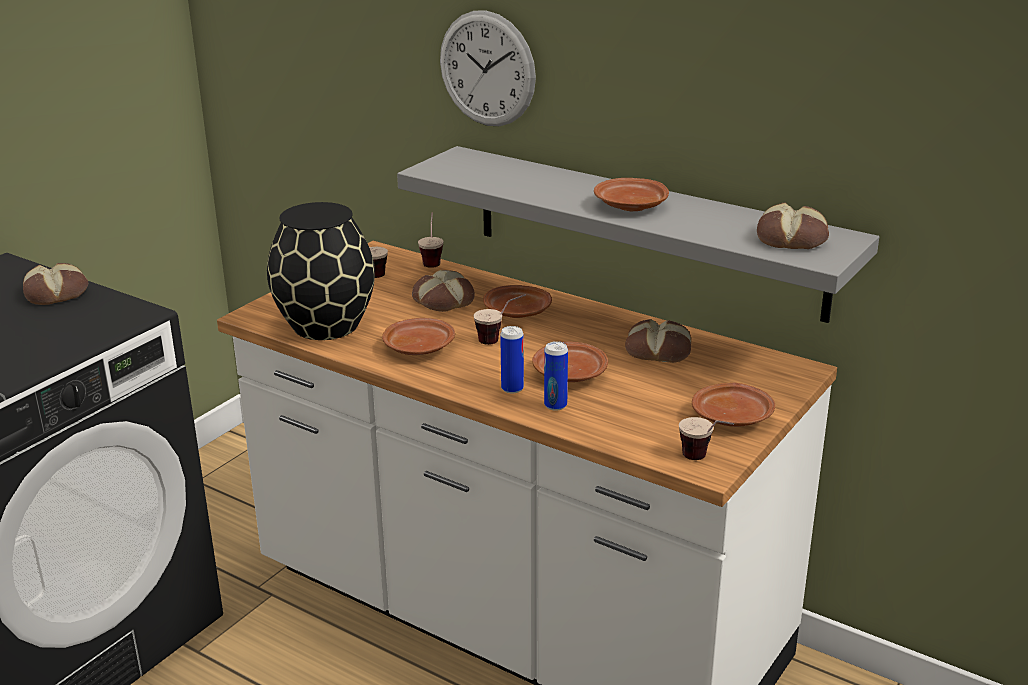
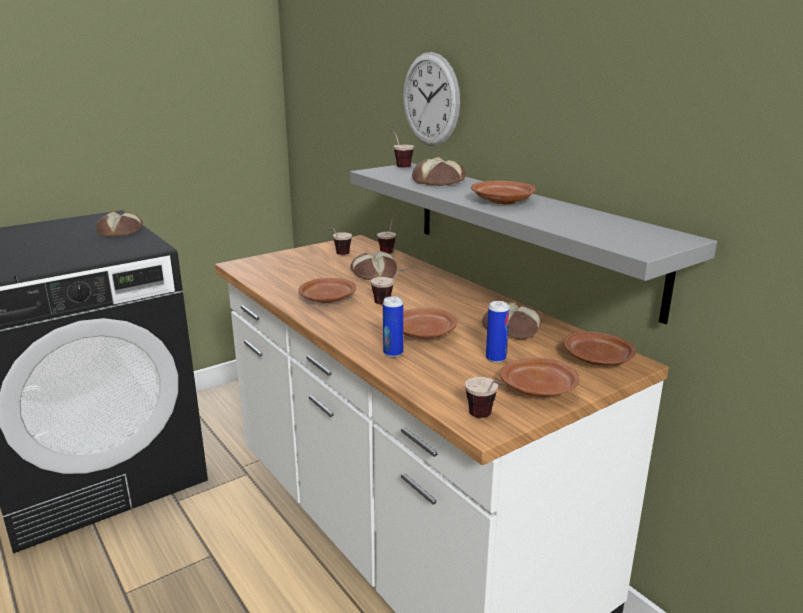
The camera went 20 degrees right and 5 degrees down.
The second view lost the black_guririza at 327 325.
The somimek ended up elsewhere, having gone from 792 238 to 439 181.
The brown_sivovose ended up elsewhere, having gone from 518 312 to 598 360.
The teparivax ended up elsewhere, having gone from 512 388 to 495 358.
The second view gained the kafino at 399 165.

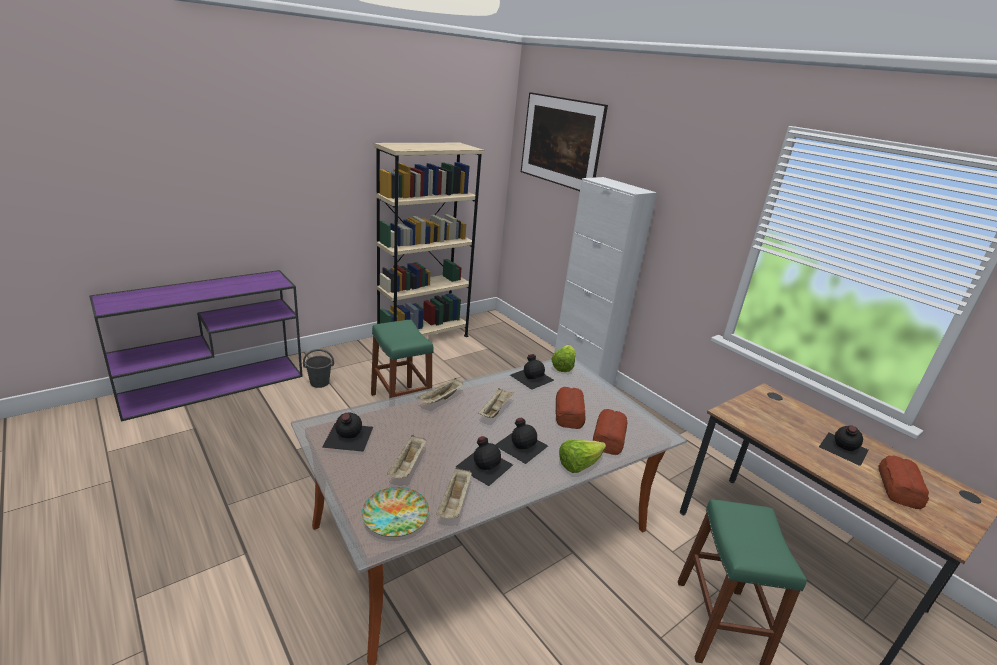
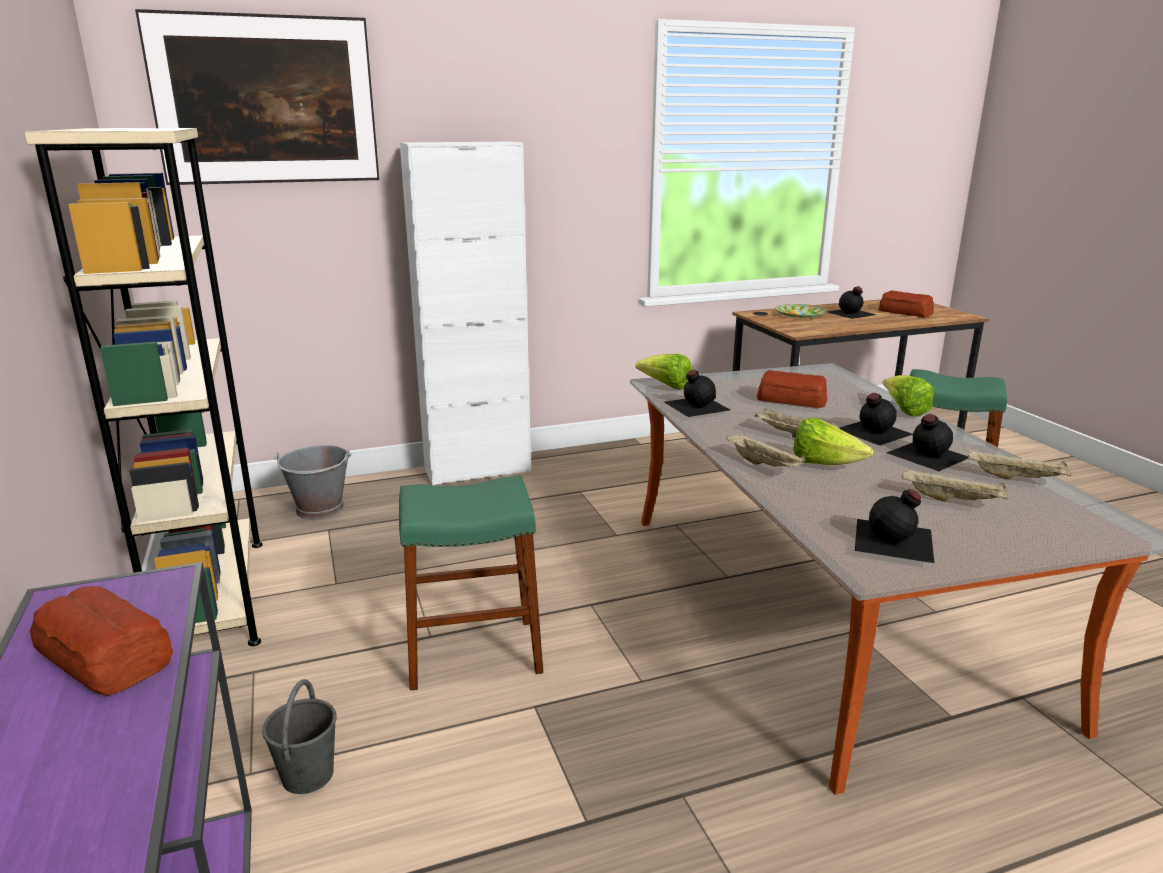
The camera went 70 degrees left and 5 degrees down.
The somimek ended up elsewhere, having gone from 608 438 to 105 657.
The sivovose ended up elsewhere, having gone from 395 516 to 800 314.
The second view gained the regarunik at 824 464.
The second view gained the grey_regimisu at 321 509.

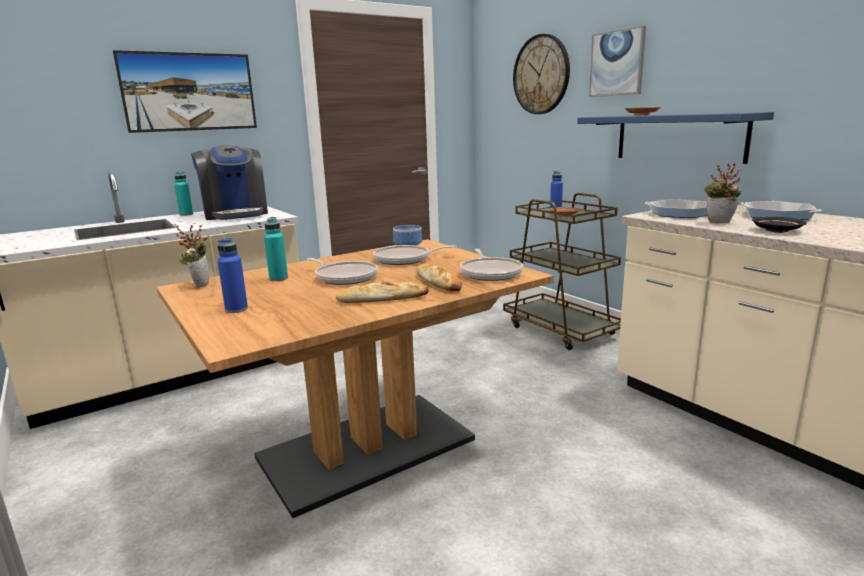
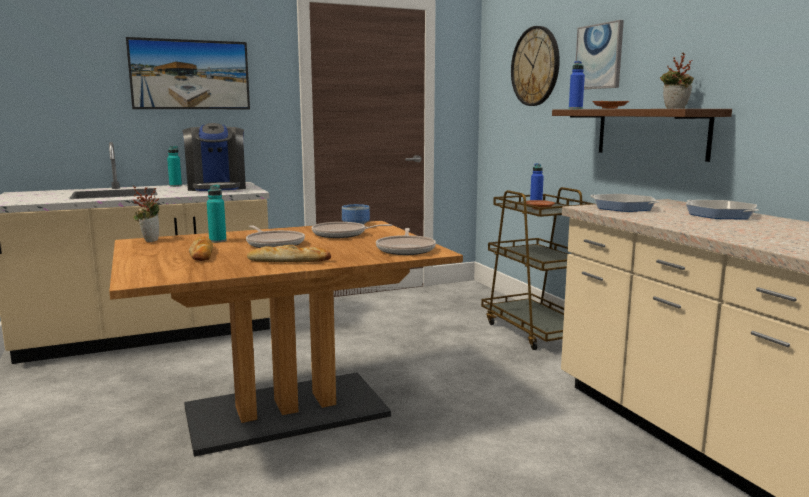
The camera went 10 degrees right and 5 degrees down.
What was the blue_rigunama at 679 137 turned into the brown_rigunama at 651 133.
The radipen ended up elsewhere, having gone from 719 222 to 674 108.
The second view lost the black_sivovose at 776 230.
The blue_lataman ended up elsewhere, having gone from 236 309 to 575 109.
The somimek ended up elsewhere, having gone from 438 282 to 202 253.

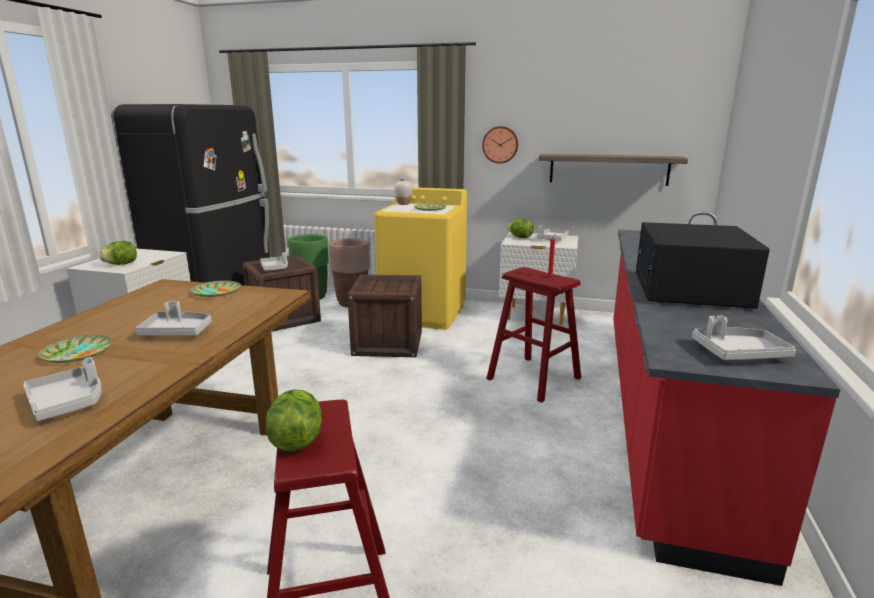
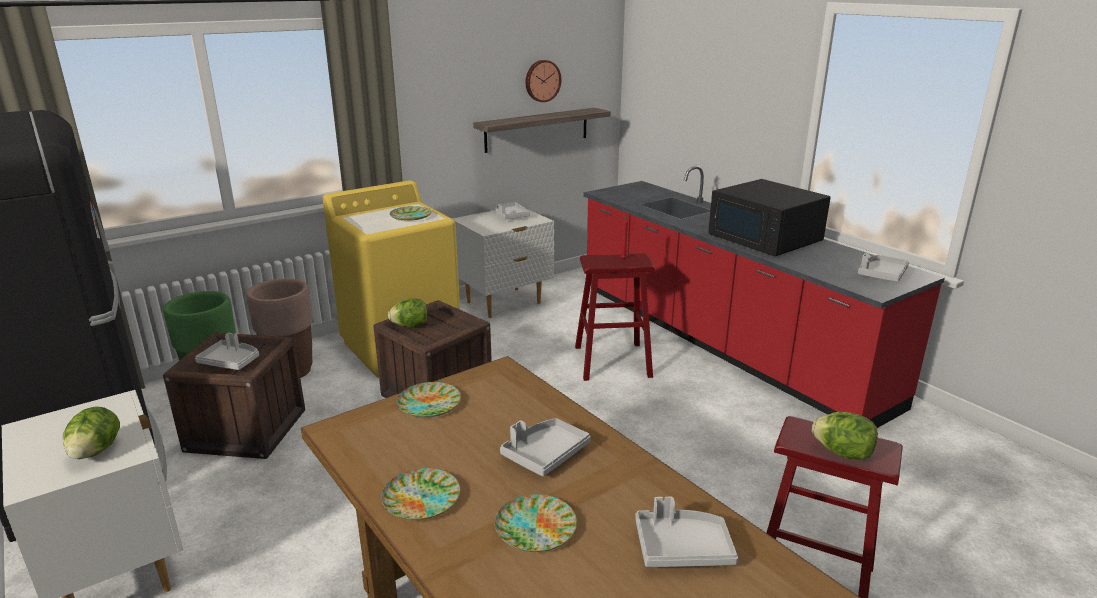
The camera went 50 degrees left and 5 degrees up.
The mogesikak ended up elsewhere, having gone from 500 144 to 542 81.
The second view lost the white_guririza at 403 204.
The regarunik ended up elsewhere, having gone from 520 237 to 410 326.
The second view gained the sivovose at 422 498.

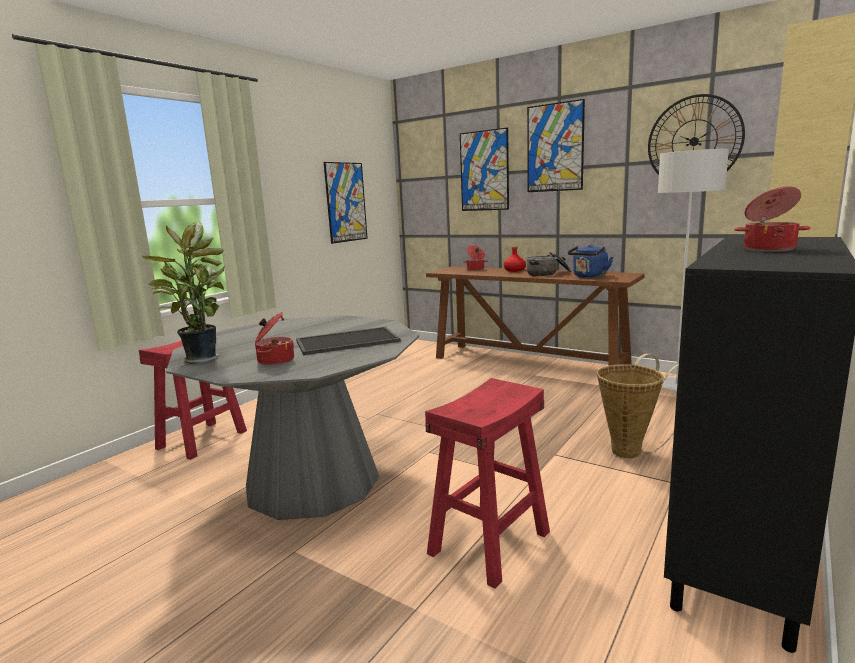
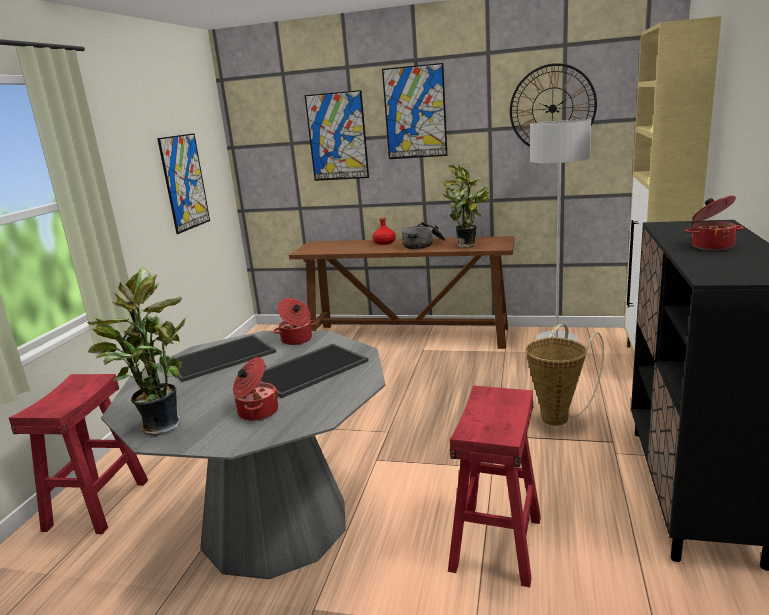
The camera went 20 degrees left and 5 degrees up.
Where the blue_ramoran stood at 589 277, the radipen came to stand at 468 246.
The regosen ended up elsewhere, having gone from 475 269 to 297 340.
The second view gained the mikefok at 221 357.

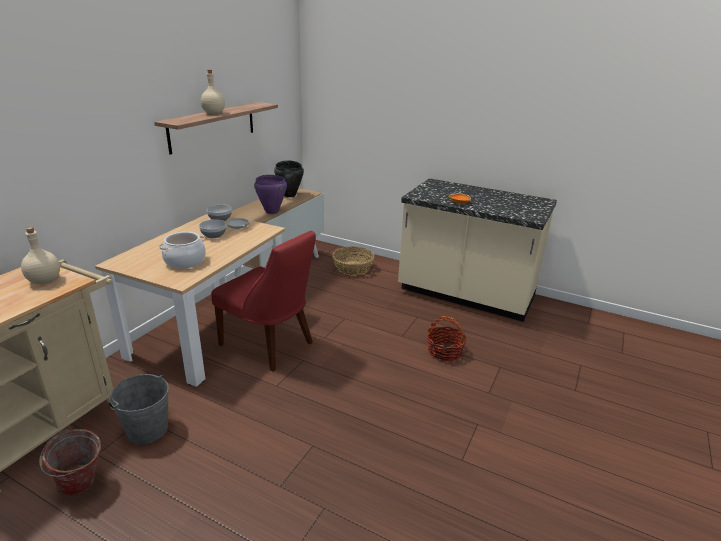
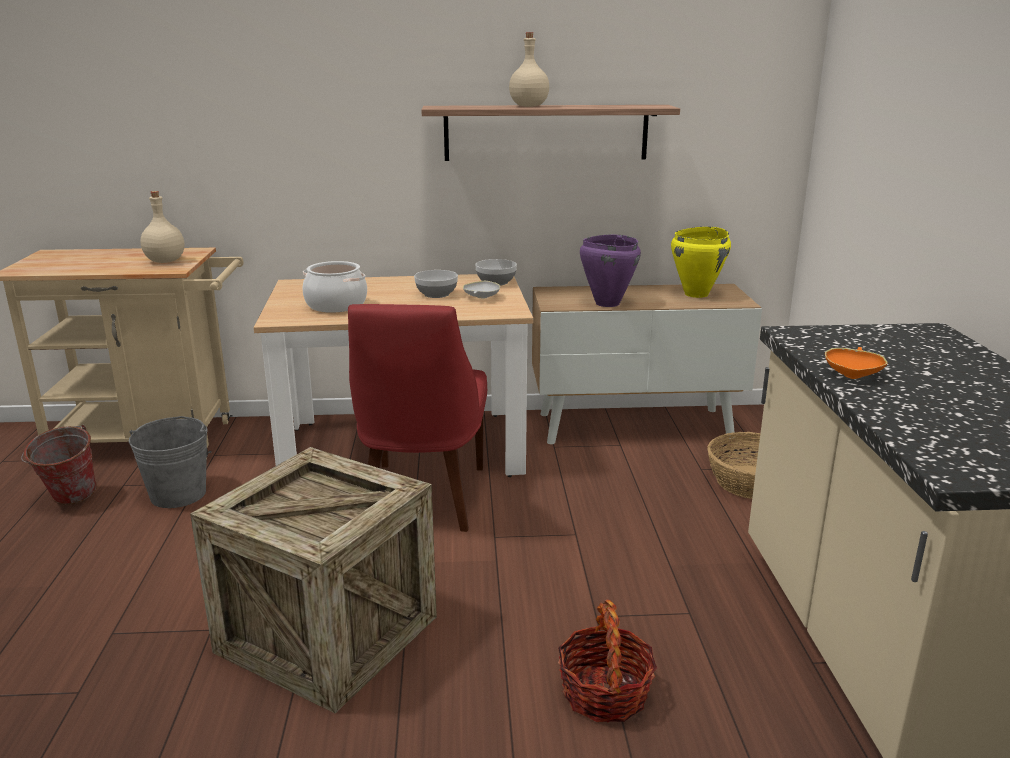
The camera went 60 degrees right and 5 degrees down.
What was the black_regosen at 290 195 turned into the yellow_regosen at 697 294.
The second view gained the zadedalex at 327 634.

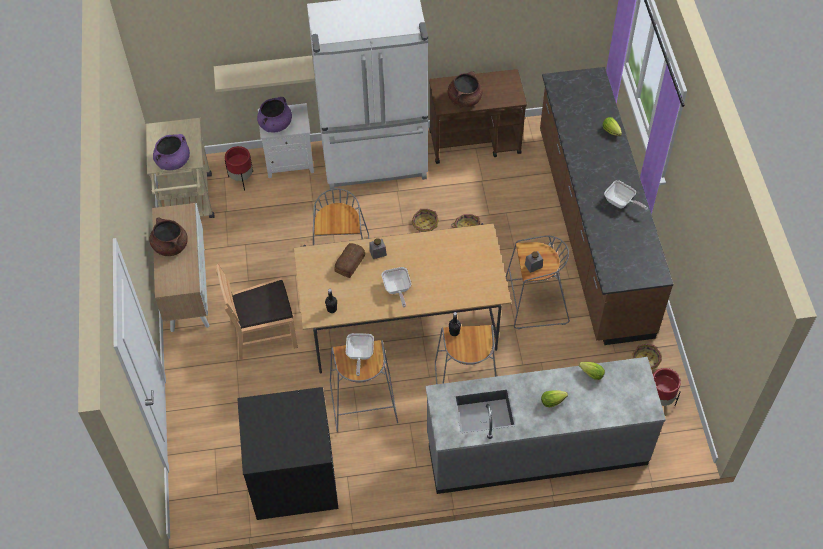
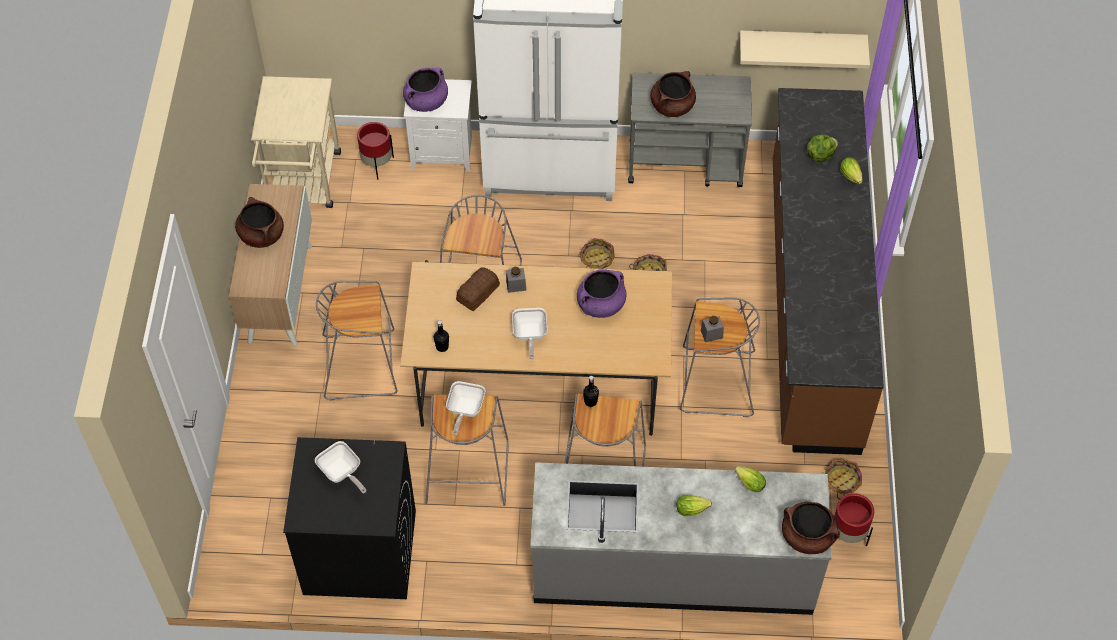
The camera went 10 degrees right and 0 degrees up.
The beige_rigunama ended up elsewhere, having gone from 264 69 to 802 43.
What was the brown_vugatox at 475 142 turned into the grey_vugatox at 686 163.
The purple_regosen ended up elsewhere, having gone from 173 162 to 601 305.
The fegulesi ended up elsewhere, having gone from 621 203 to 342 473.
Where the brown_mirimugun stood at 263 333, the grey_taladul came to stand at 362 364.
The second view gained the regarunik at 820 155.
The second view gained the brown_regosen at 808 536.

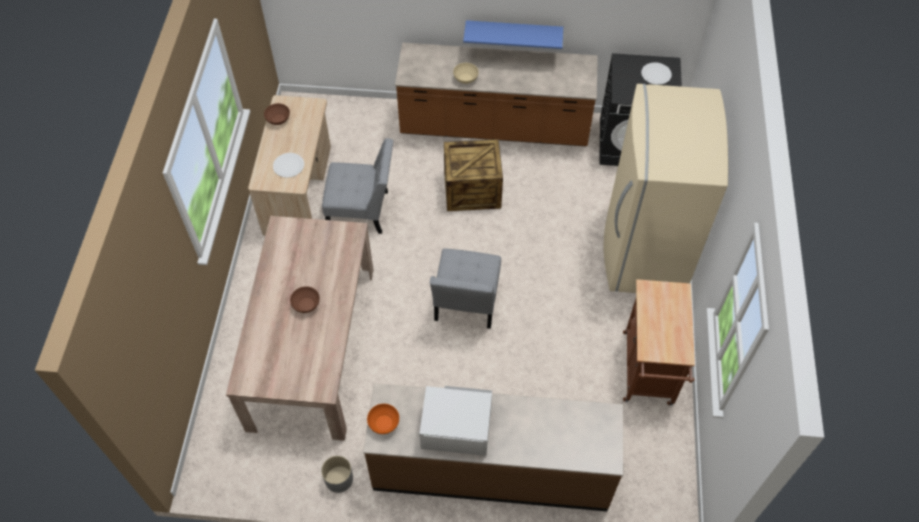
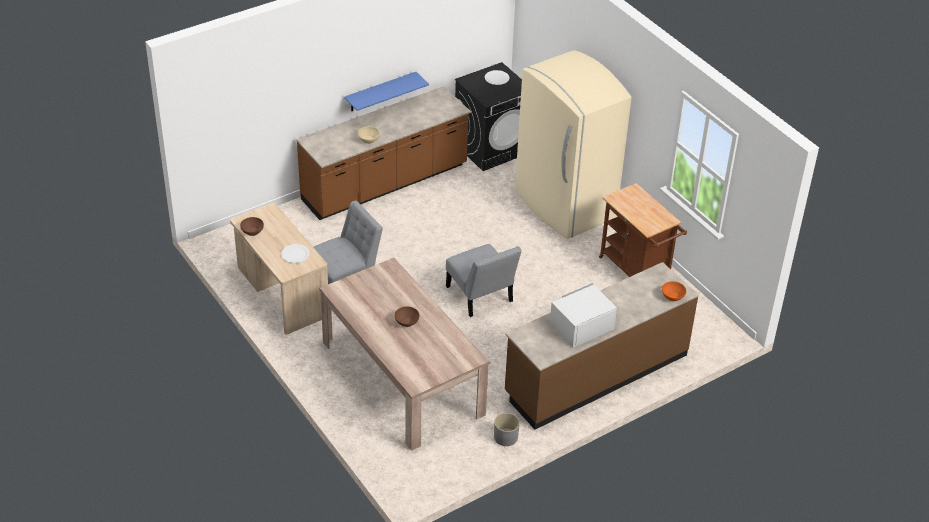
The camera went 40 degrees left and 15 degrees down.
The second view lost the zadedalex at 472 189.
The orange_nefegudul ended up elsewhere, having gone from 384 423 to 672 296.

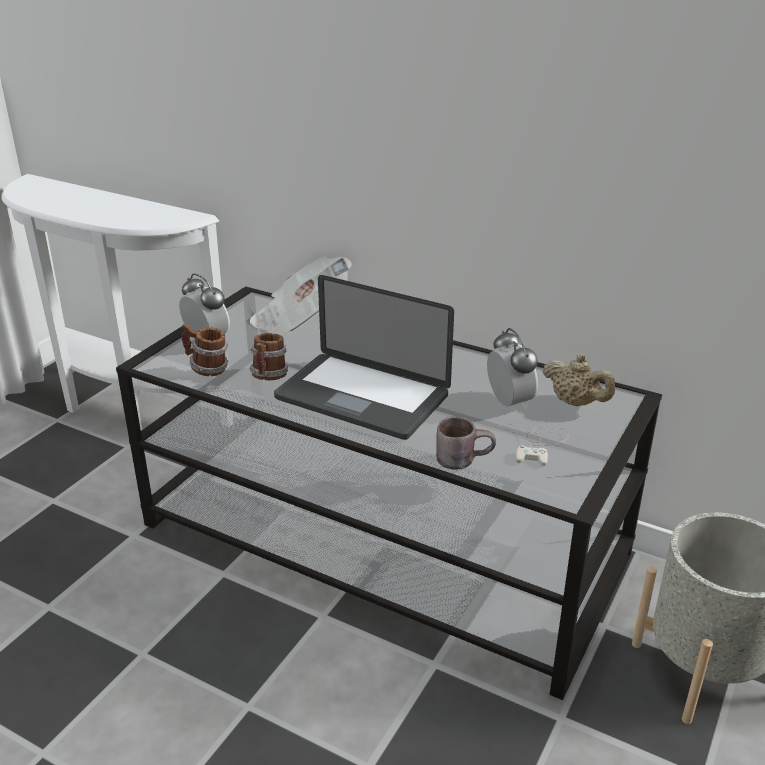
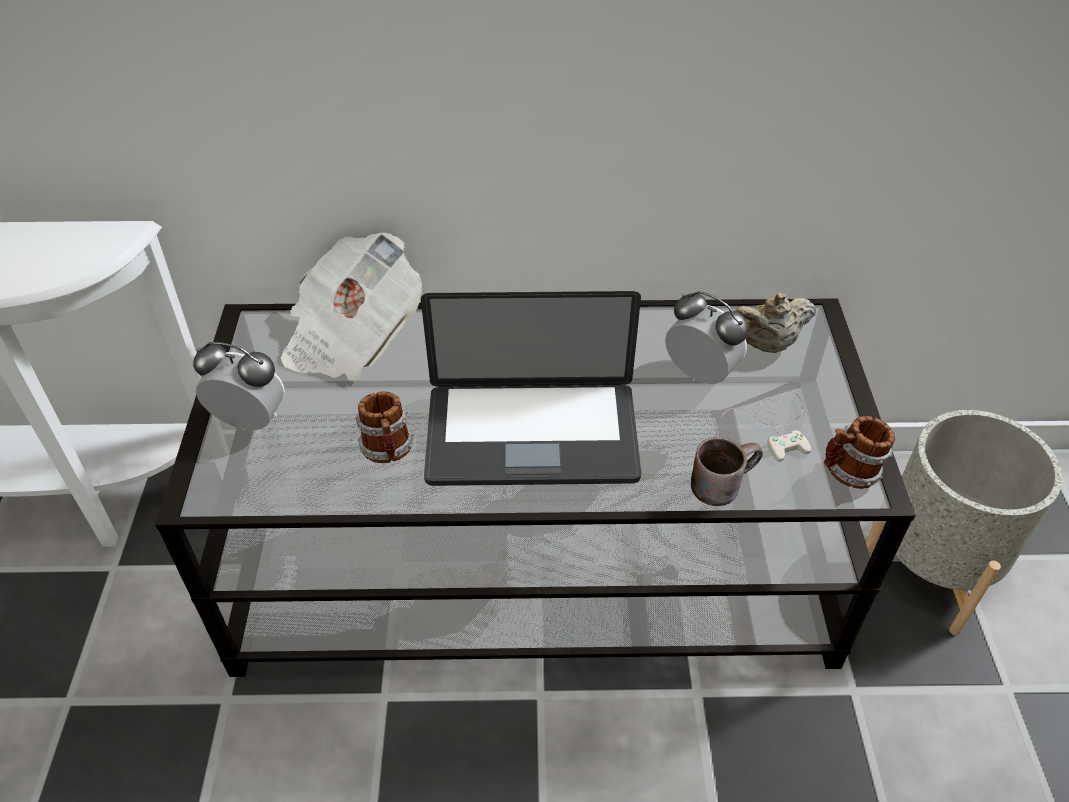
The camera went 30 degrees left and 15 degrees up.
The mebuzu ended up elsewhere, having gone from 207 369 to 848 473.
The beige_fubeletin at 575 402 ended up facing another way, 150 degrees clockwise from before.

